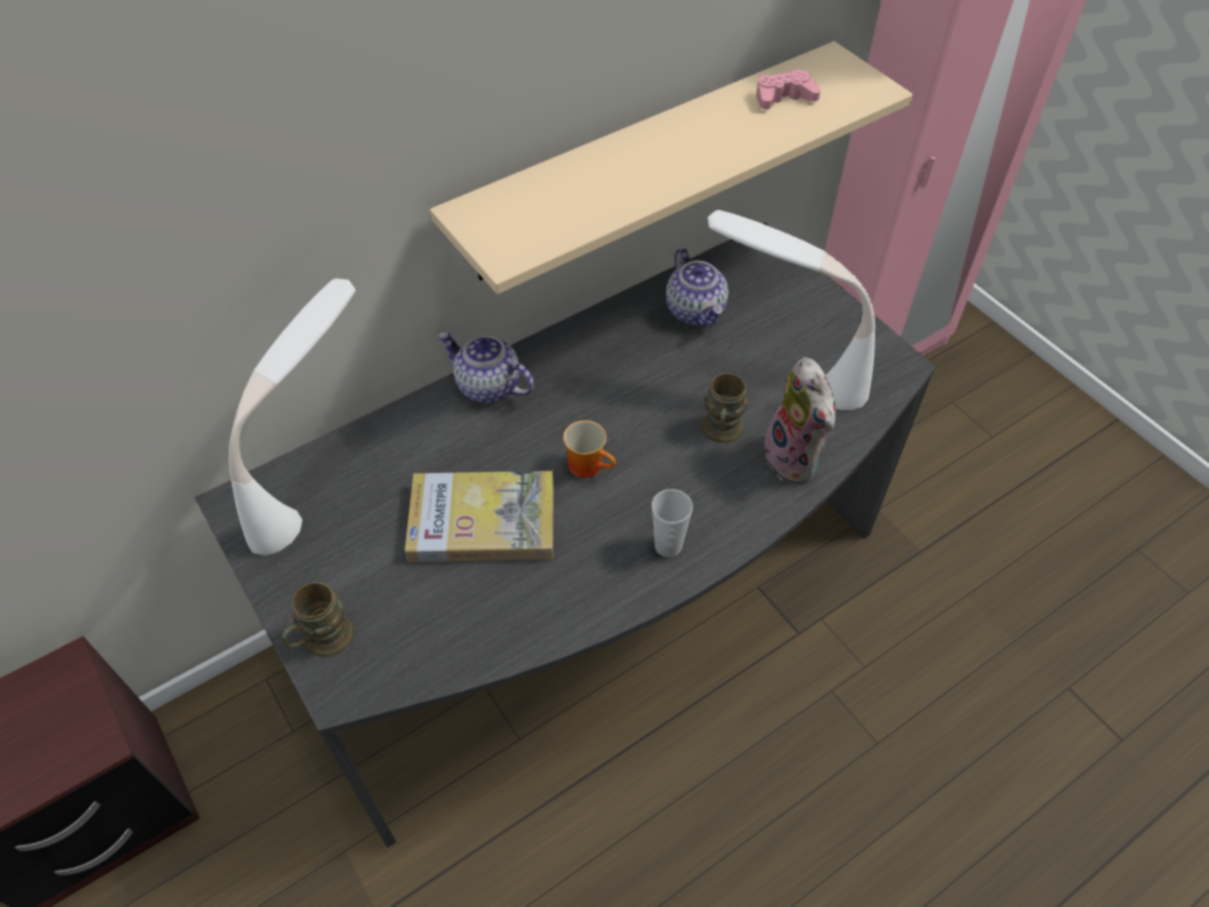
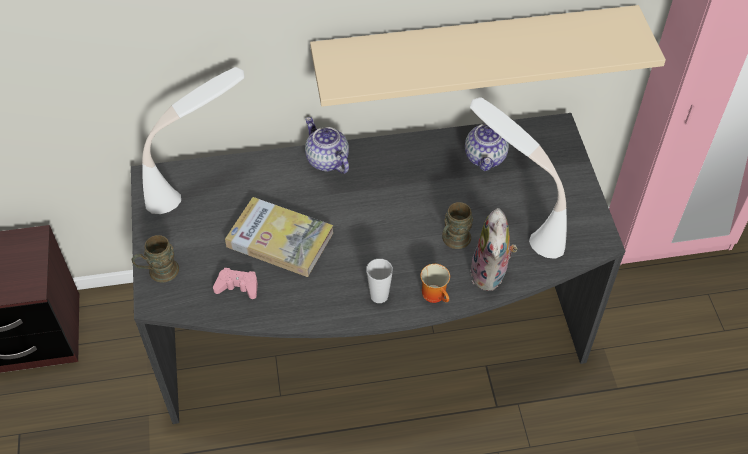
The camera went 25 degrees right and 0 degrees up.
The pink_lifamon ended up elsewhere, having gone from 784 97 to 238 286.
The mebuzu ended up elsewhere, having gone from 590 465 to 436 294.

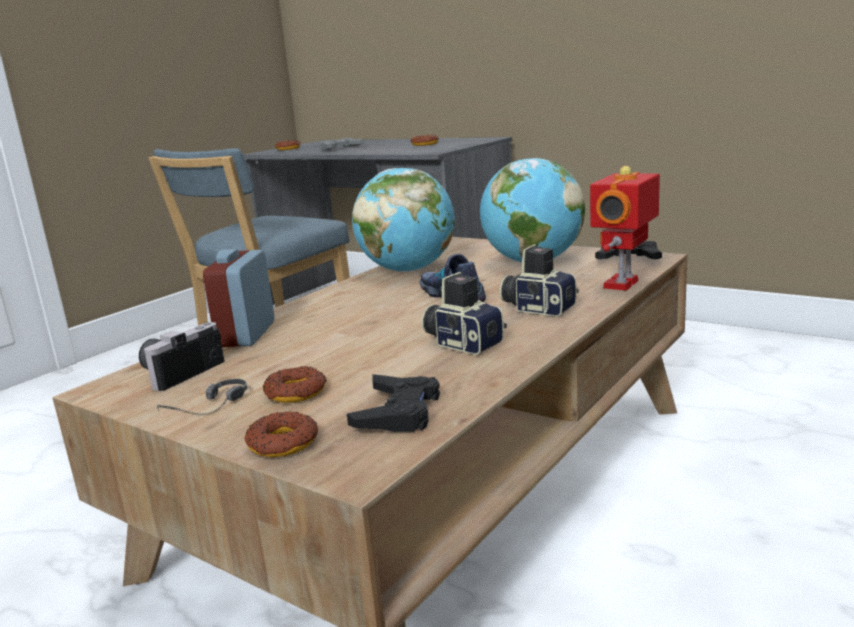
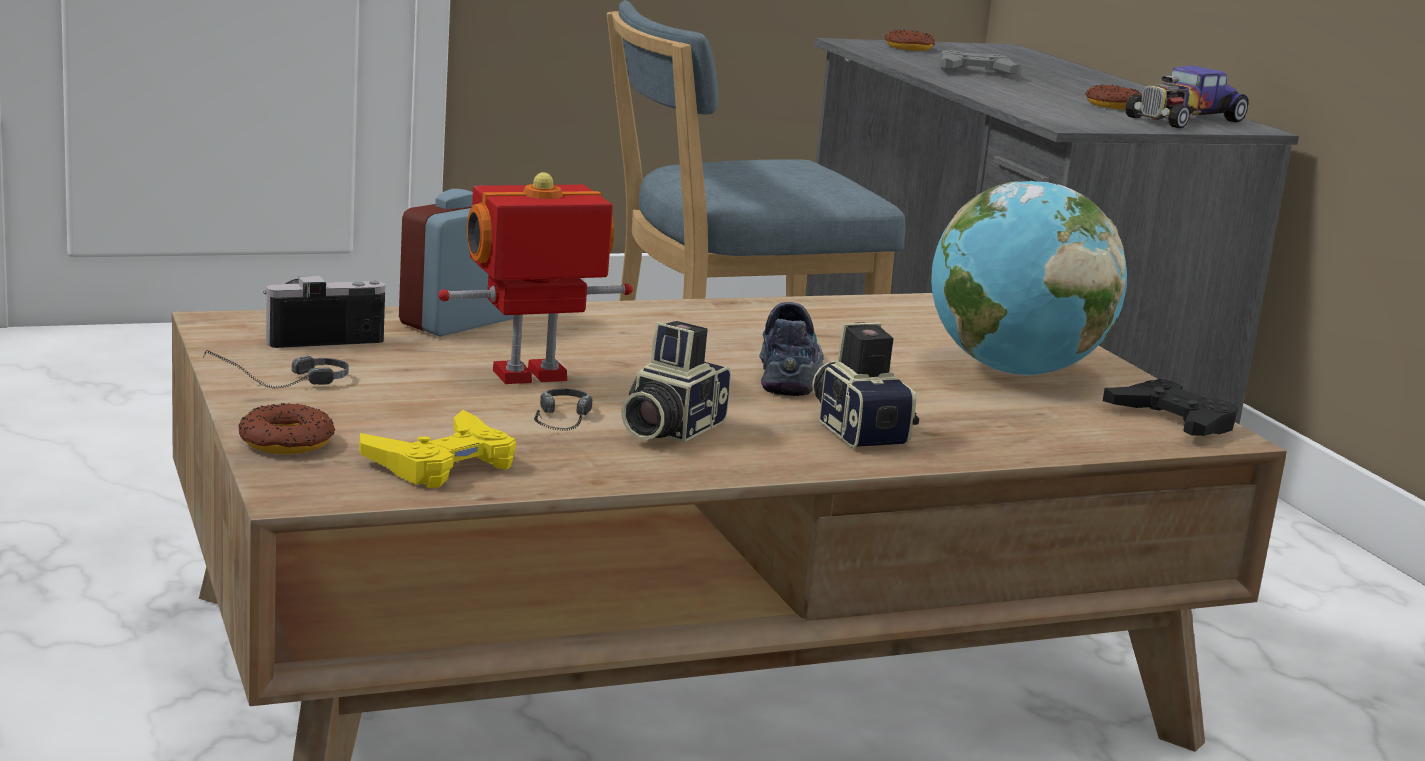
The camera went 30 degrees right and 0 degrees up.
The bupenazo ended up elsewhere, having gone from 624 284 to 531 377.
The second view lost the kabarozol at 408 270.
The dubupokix at 463 343 ended up facing another way, 135 degrees counterclockwise from before.
The second view lost the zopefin at 295 392.
What was the black_lifamon at 398 412 turned into the yellow_lifamon at 443 463.
The second view gained the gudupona at 1184 119.
The second view gained the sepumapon at 562 425.

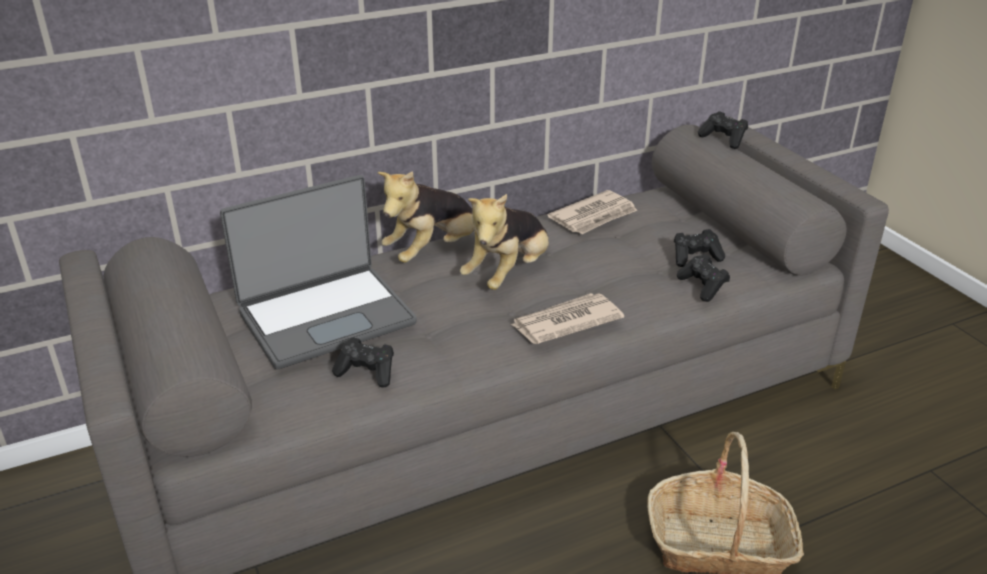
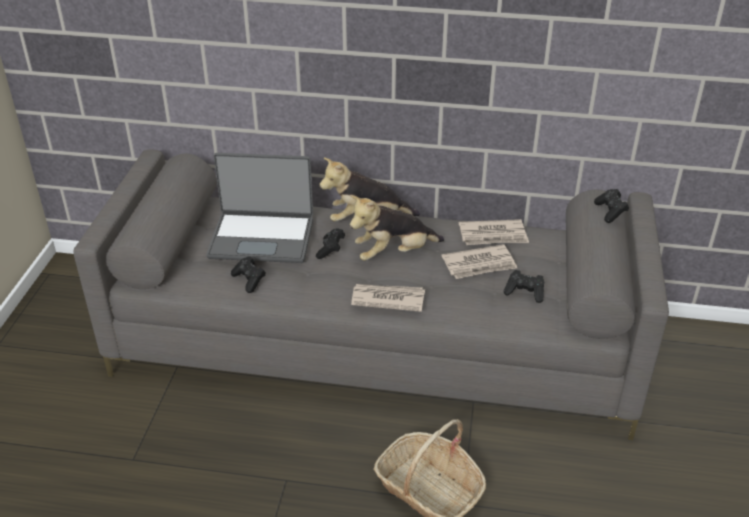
The camera went 35 degrees right and 5 degrees up.
The black_lifamon ended up elsewhere, having gone from 703 287 to 330 250.
The second view gained the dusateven at 479 265.

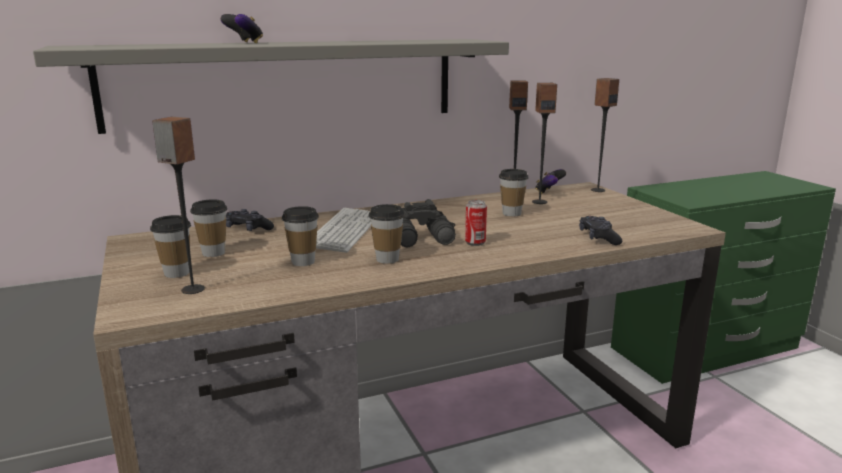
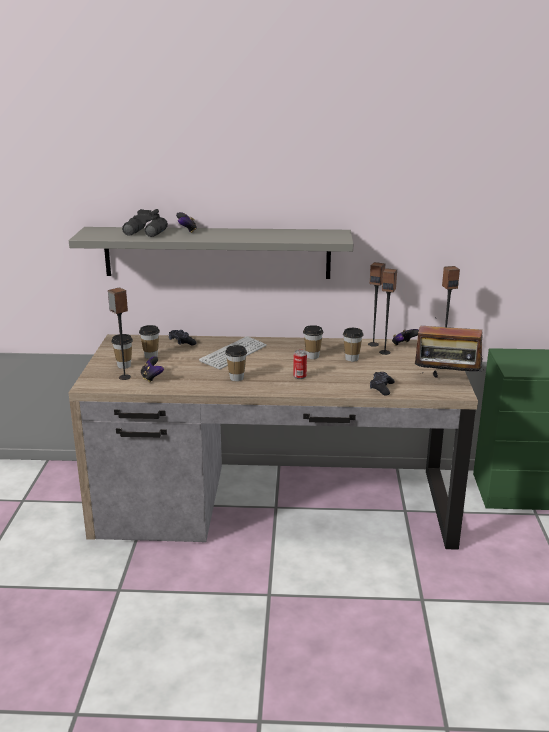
The camera went 25 degrees right and 5 degrees up.
The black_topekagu ended up elsewhere, having gone from 423 239 to 146 233.
The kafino ended up elsewhere, having gone from 303 262 to 312 356.
The second view gained the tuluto at 446 381.
The second view gained the lifamon at 152 378.

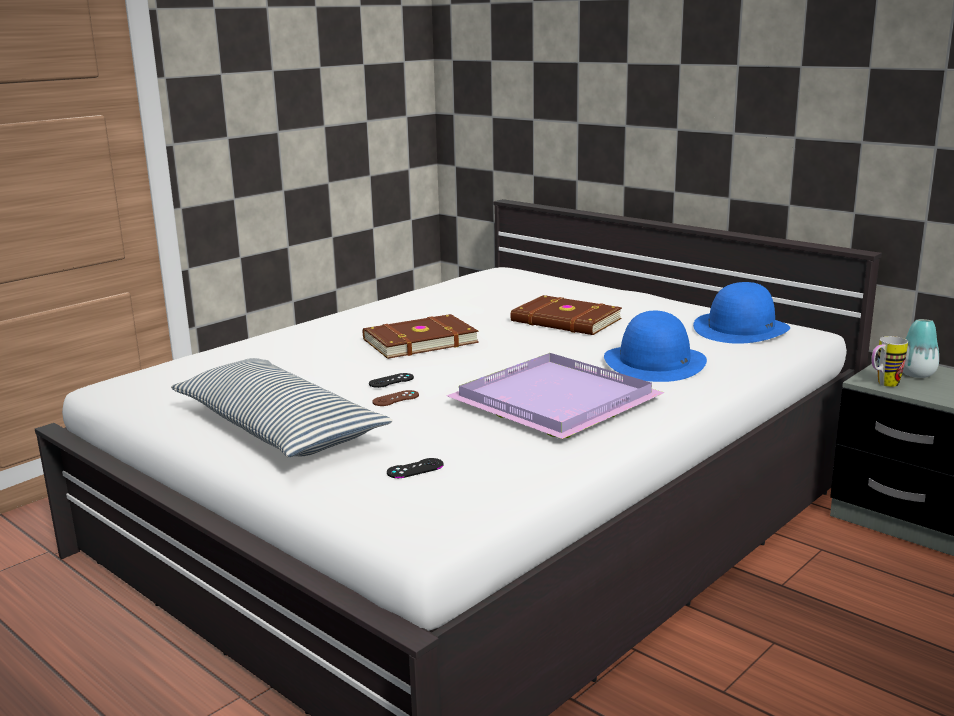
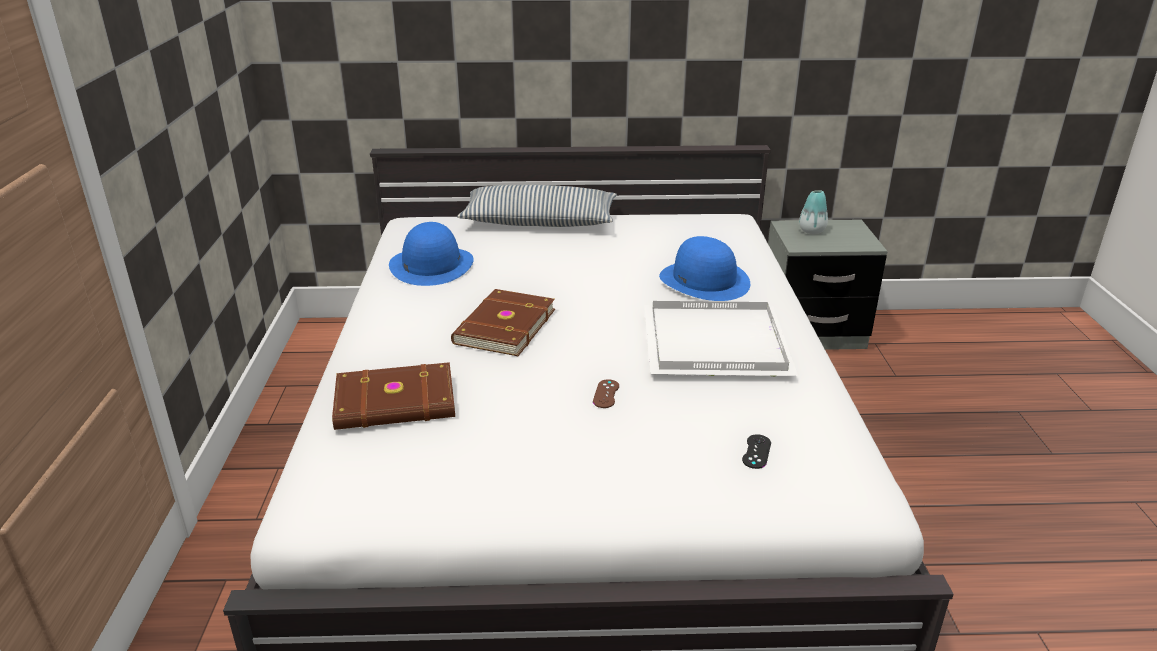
The camera went 45 degrees left and 10 degrees up.
The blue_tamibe ended up elsewhere, having gone from 741 328 to 431 265.
The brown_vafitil ended up elsewhere, having gone from 565 321 to 396 403.
The second view lost the mebuzu at 883 384.
What was the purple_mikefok at 555 402 turned into the white_mikefok at 718 345.
The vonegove ended up elsewhere, having gone from 278 429 to 539 222.
The second view lost the black_lifamon at 391 381.

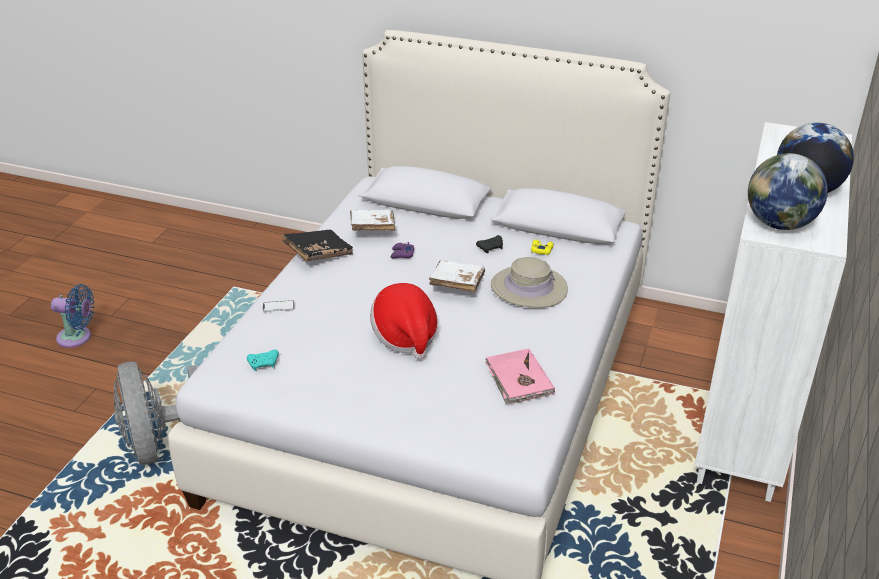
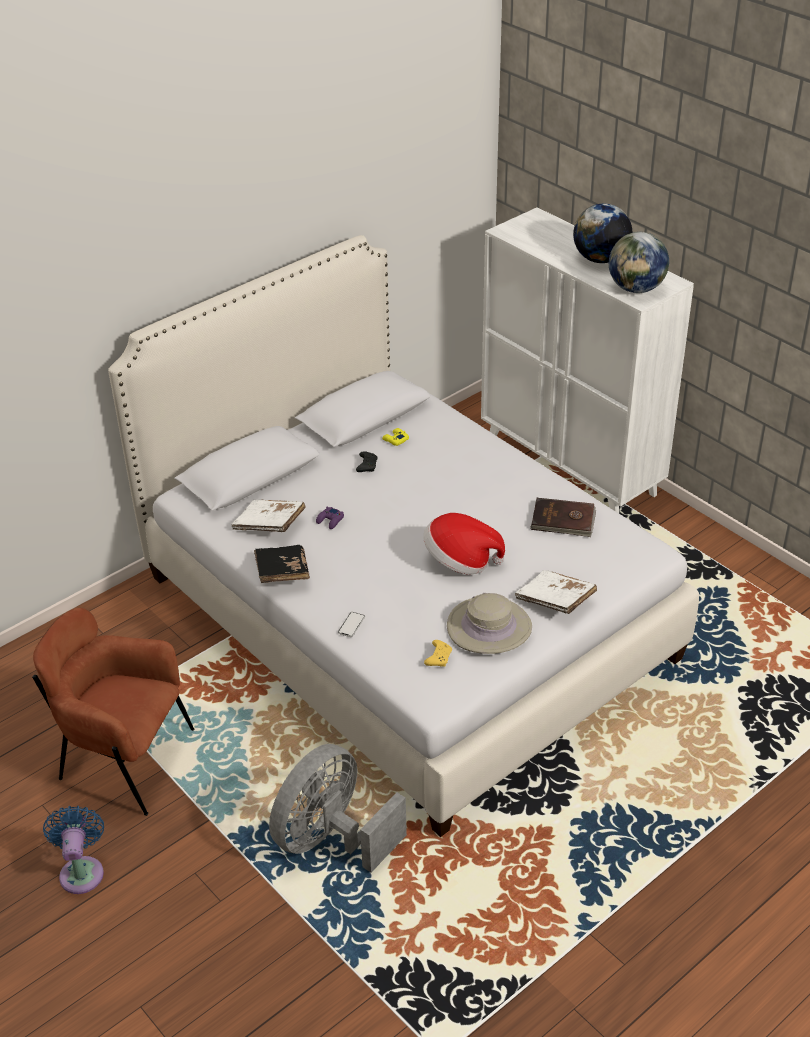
The camera went 60 degrees left and 5 degrees up.
The beige_tamibe ended up elsewhere, having gone from 528 288 to 489 627.
The white_vafitil ended up elsewhere, having gone from 456 285 to 555 601.
The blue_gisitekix at 77 337 ended up facing another way, 45 degrees counterclockwise from before.
What was the pink_vafitil at 518 379 turned into the brown_vafitil at 563 520.
What was the turquoise_lifamon at 264 363 turned into the yellow_lifamon at 438 657.
The grey_gisitekix at 159 445 ended up facing another way, 120 degrees clockwise from before.
The second view gained the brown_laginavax at 124 760.

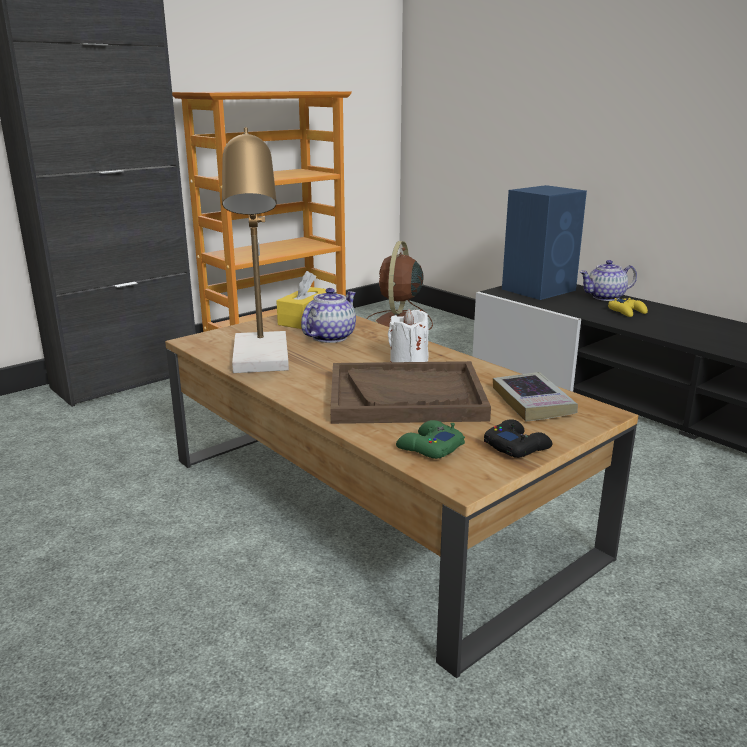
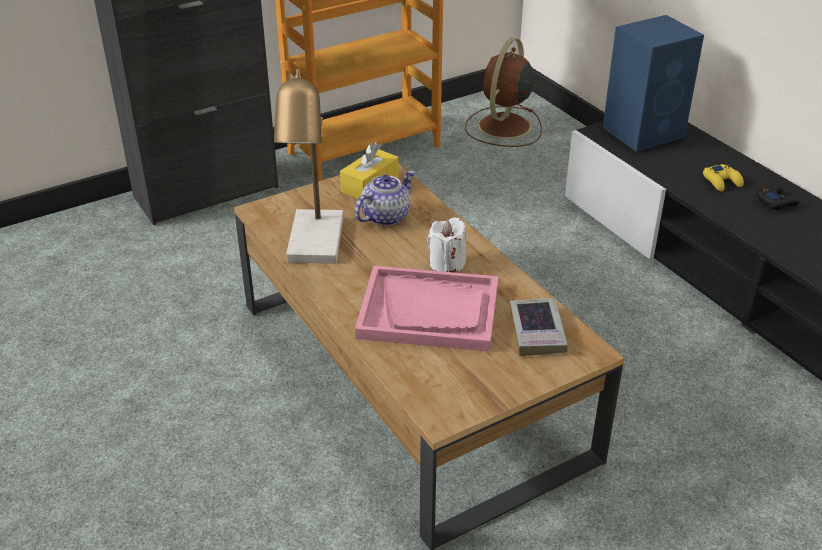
The camera went 10 degrees right and 15 degrees up.
The second view lost the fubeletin at 605 297.
What was the brown_mikefok at 406 396 turned into the pink_mikefok at 429 311.
The black_lifamon ended up elsewhere, having gone from 516 446 to 776 201.
The second view lost the green_lifamon at 429 447.

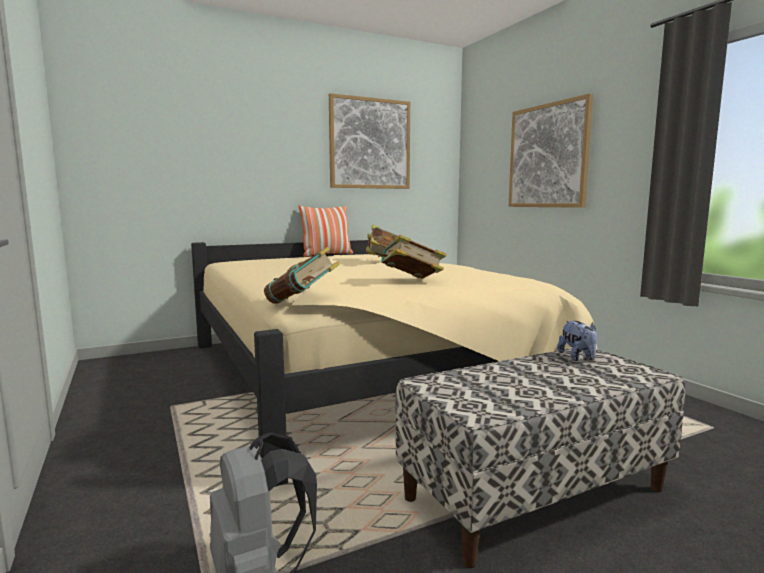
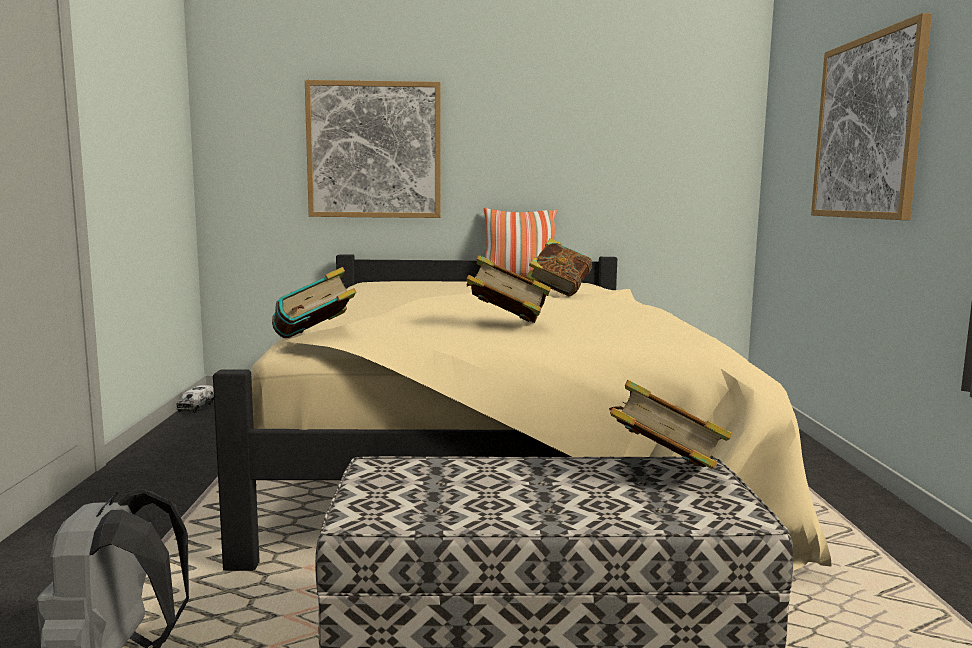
The camera went 25 degrees right and 0 degrees up.
The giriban ended up elsewhere, having gone from 370 144 to 374 150.
Where the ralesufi stood at 578 358, the vafitil came to stand at 663 472.
The second view gained the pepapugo at 196 407.

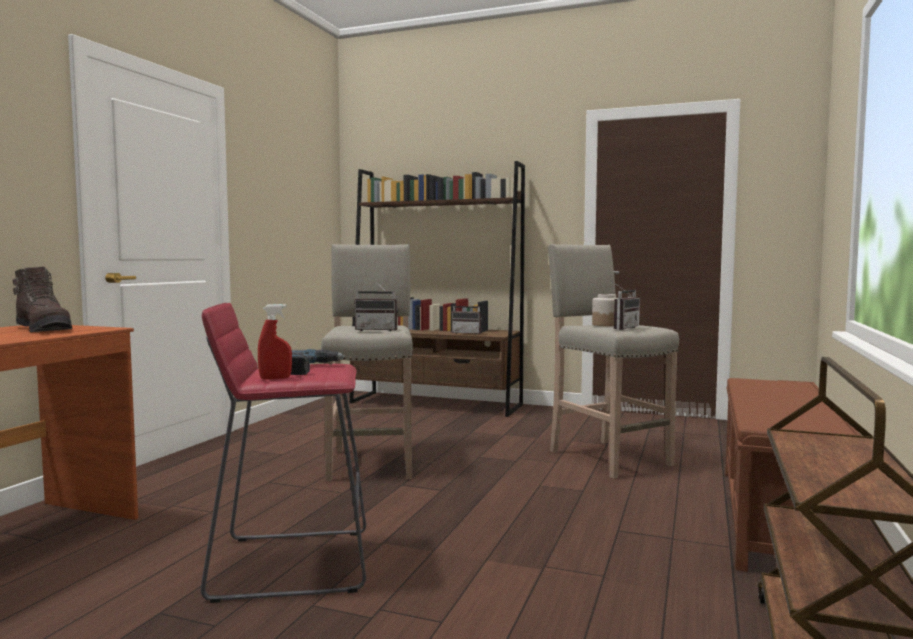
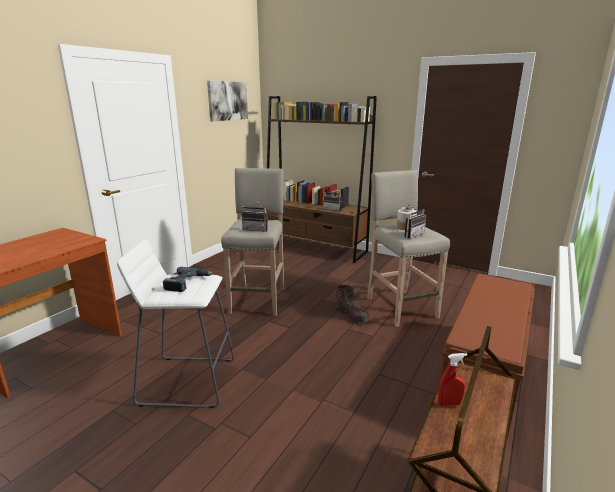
The camera went 10 degrees right and 15 degrees up.
The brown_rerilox ended up elsewhere, having gone from 44 329 to 352 315.
What was the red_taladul at 290 563 turned into the white_taladul at 187 380.
The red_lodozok ended up elsewhere, having gone from 275 378 to 449 403.
The second view gained the giriban at 227 101.

